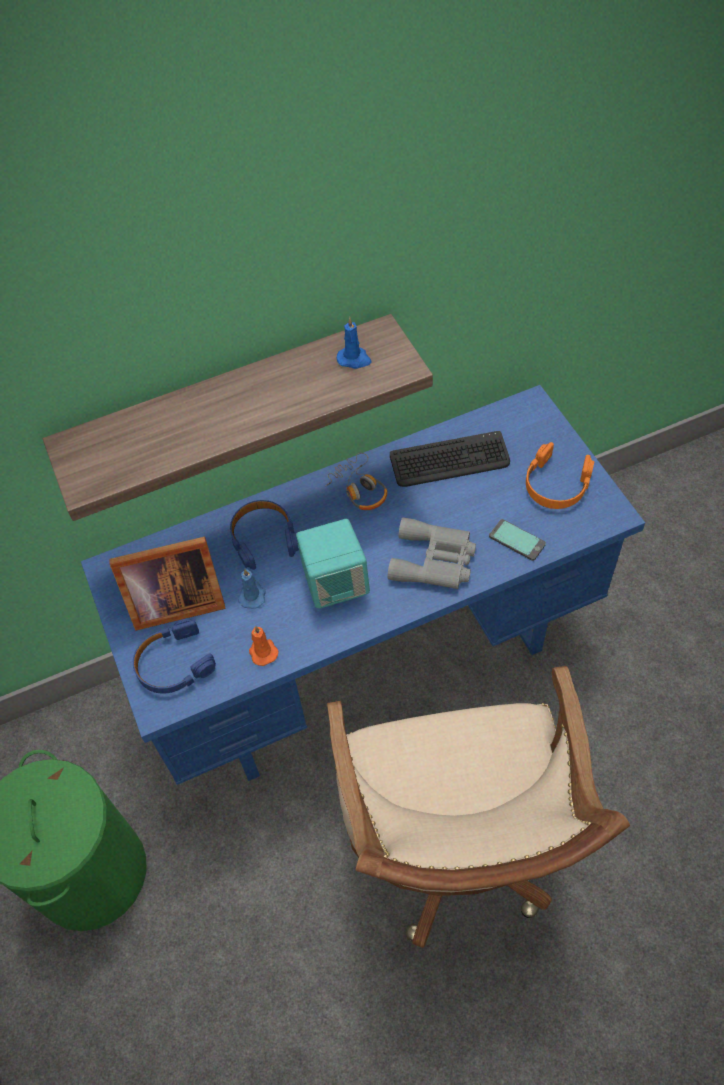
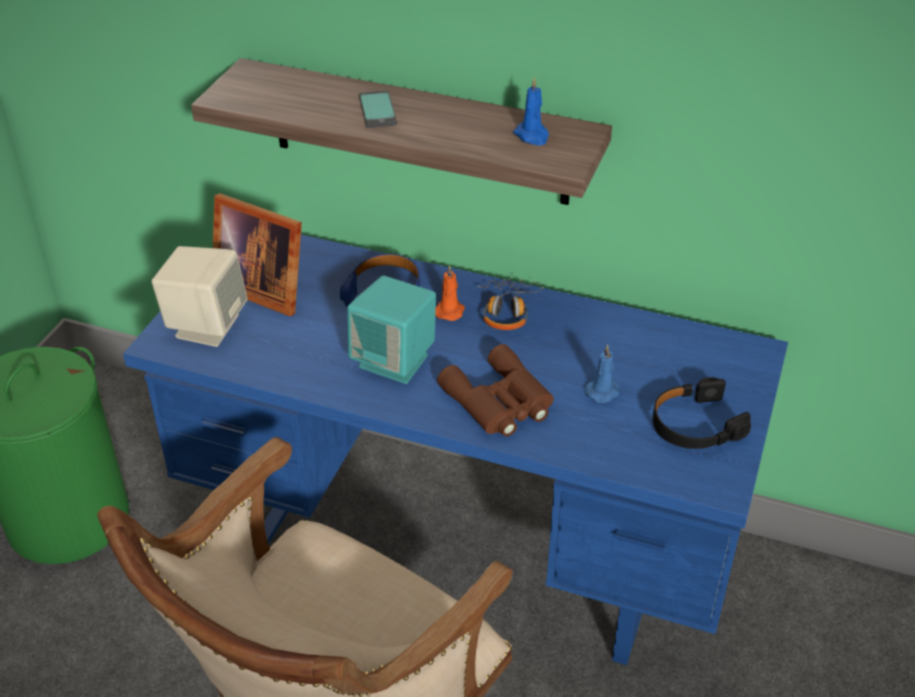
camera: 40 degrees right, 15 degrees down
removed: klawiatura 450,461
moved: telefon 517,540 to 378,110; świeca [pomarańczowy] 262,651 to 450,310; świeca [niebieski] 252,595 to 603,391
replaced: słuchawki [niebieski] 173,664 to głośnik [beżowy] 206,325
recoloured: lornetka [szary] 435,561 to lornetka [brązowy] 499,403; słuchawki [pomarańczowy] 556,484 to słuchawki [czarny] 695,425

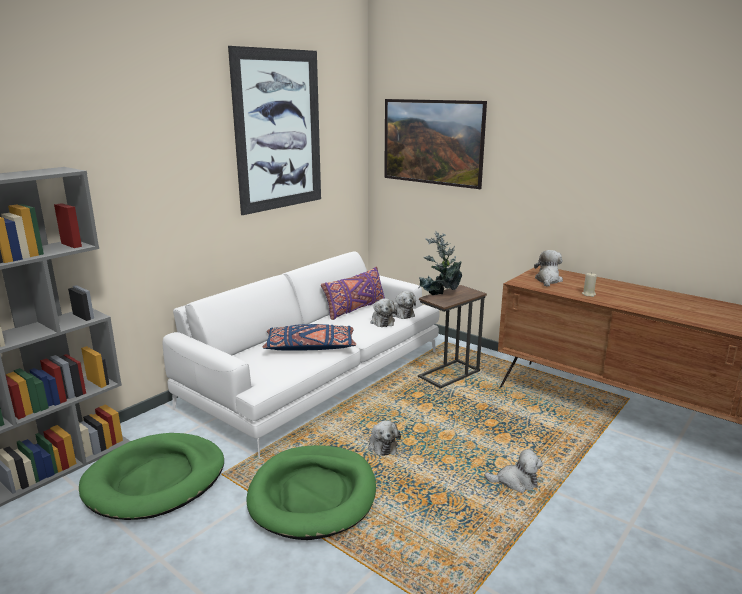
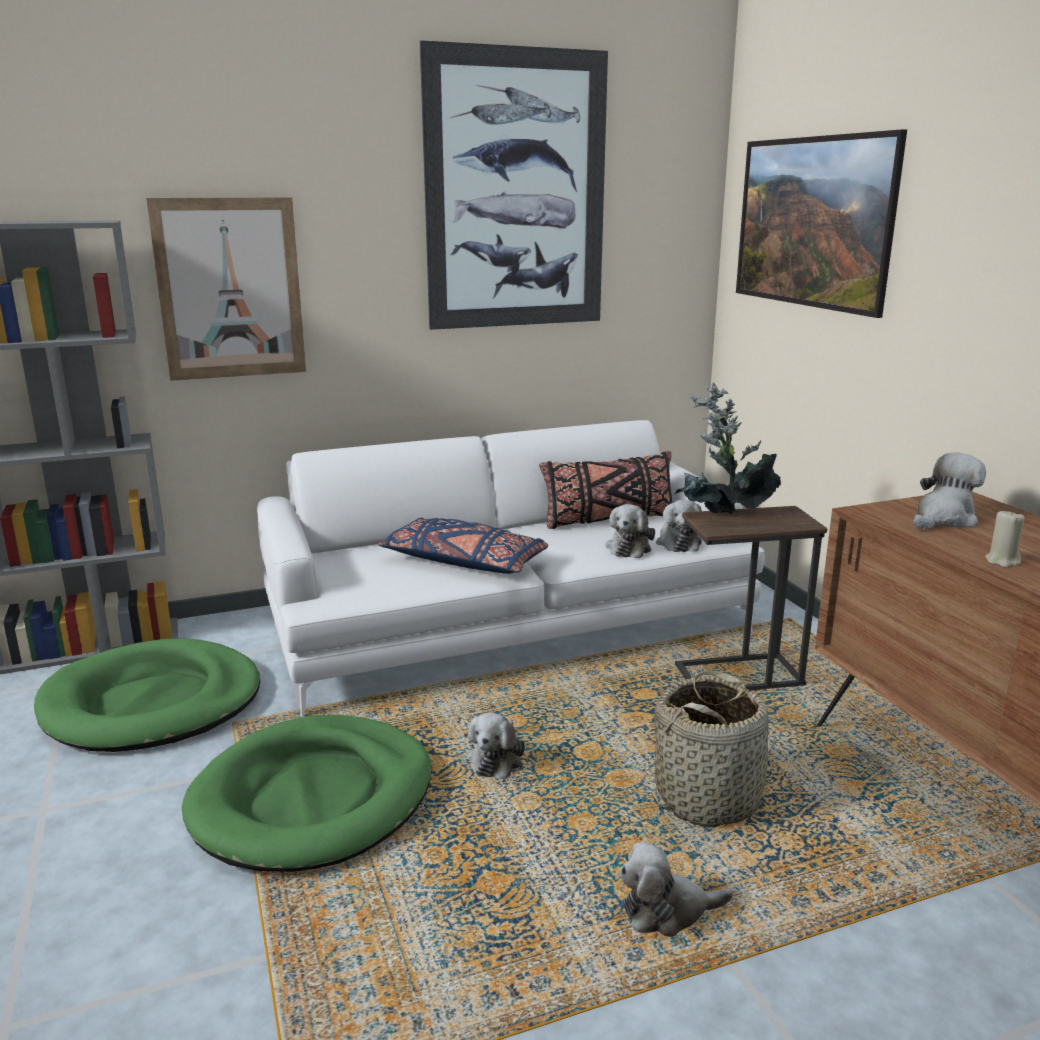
camera: 30 degrees right, 0 degrees up
added: obraz 230,289; koszyk 708,797
recoloured: poduszka [fioletowy] 355,309 to poduszka [czarny] 608,520
turned: pluszak 515,482 = 667,911 135 degrees clockwise

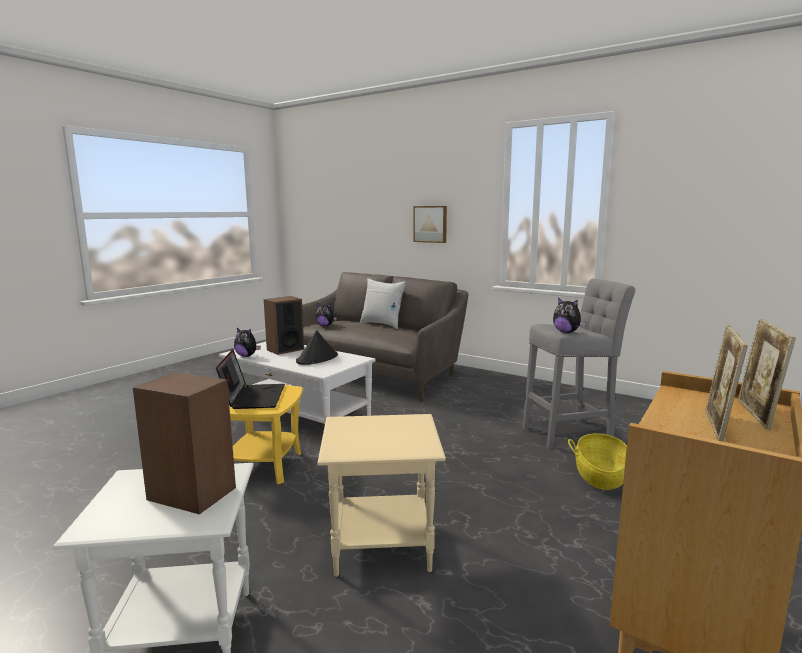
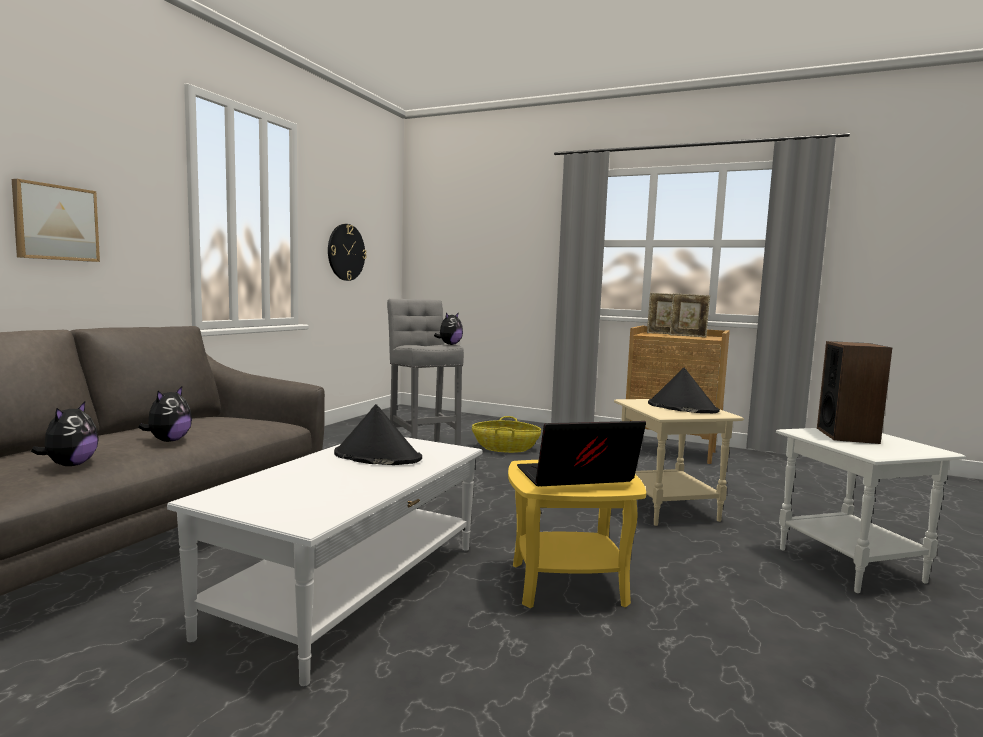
camera: 100 degrees left, 5 degrees down
removed: głośnik 285,349; poduszka [szary] 382,325
added: zegar ścienny 346,252; kapelusz [czarny] 681,408
moved: pluszak 247,356 to 168,440

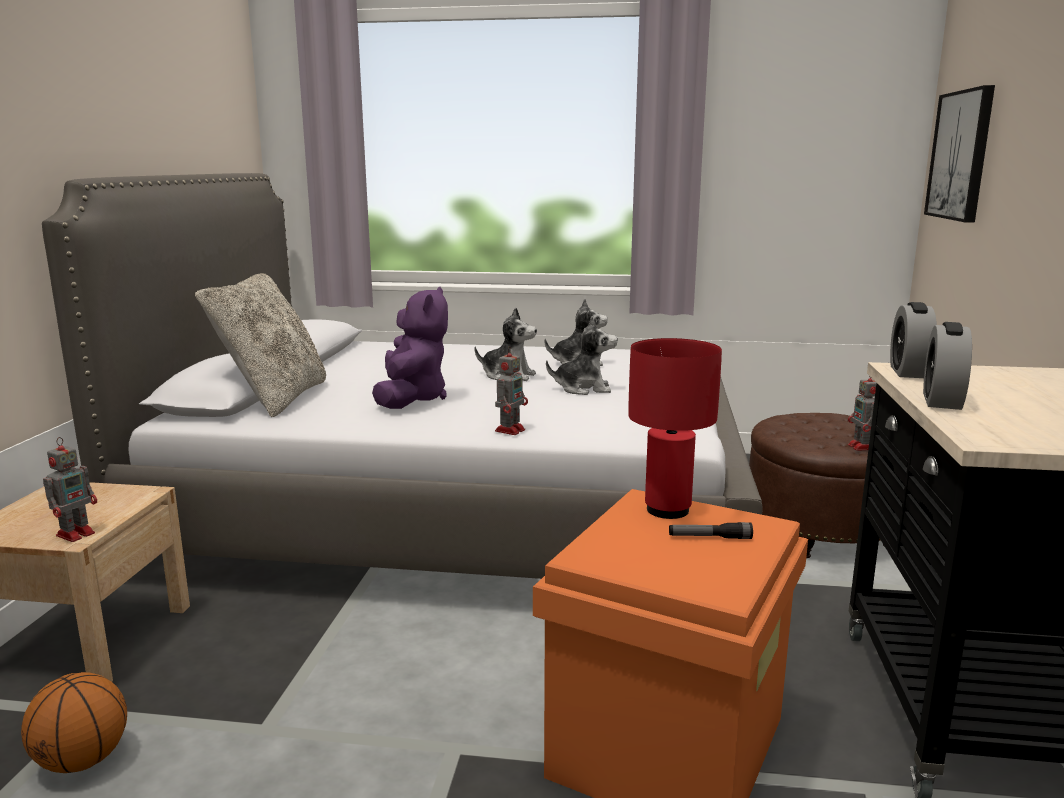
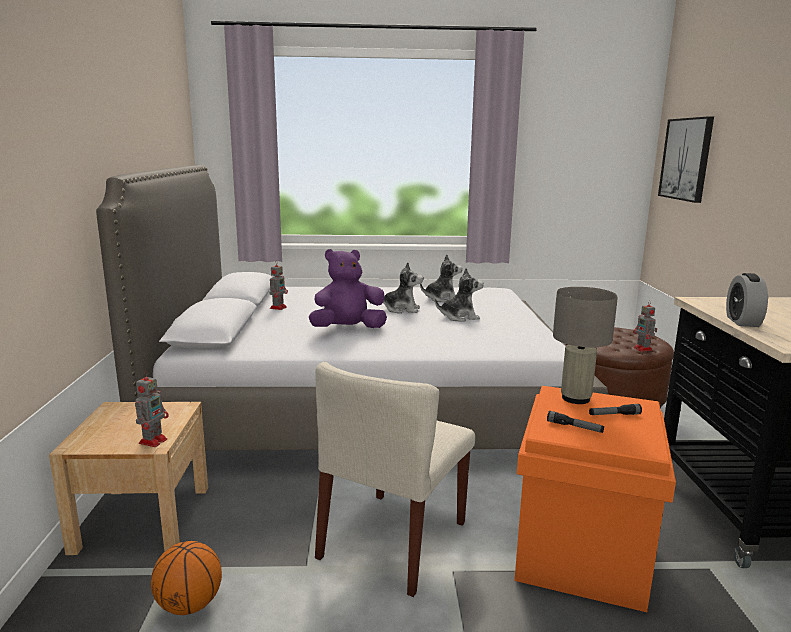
camera: 10 degrees left, 0 degrees up
removed: poduszka [beżowy] 274,397; budzik 908,372
added: krzesło [beżowy] 393,540; latarka 574,427
moved: robot zabawkowy 510,430 to 278,307
recoloured: lampa stołowa [czerwony] 666,510 to lampa stołowa [szary] 574,398
turned: pluszak [fioletowy] 411,399 = 348,329 105 degrees counterclockwise

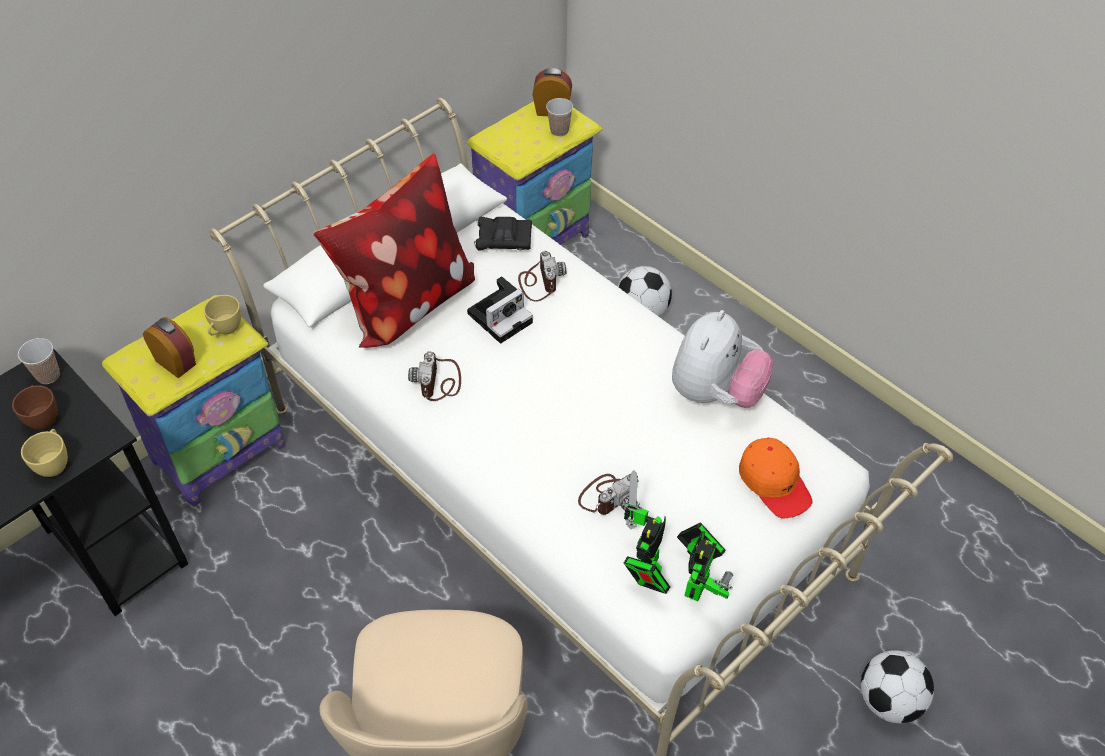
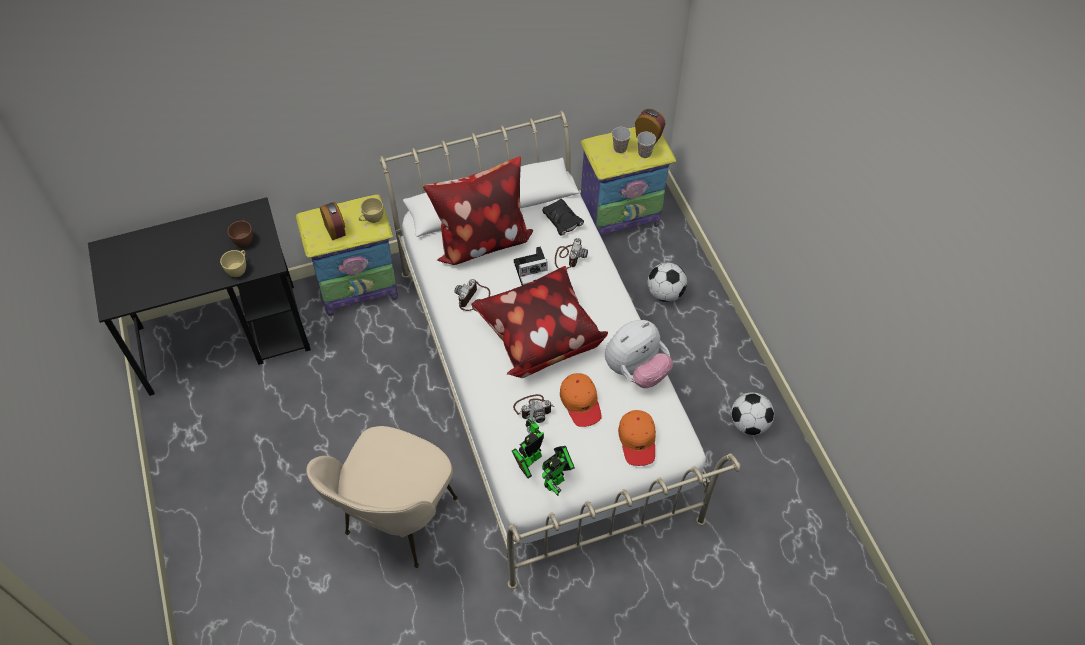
camera: 25 degrees right, 5 degrees up
added: poduszka 538,337; czapka z daszkiem [pomarańczowy] 581,402
moved: filiżanka 48,375 to 620,148; piłka futbolowa 889,701 to 749,424
turned: samochodzik [czarny] 504,242 = 562,221 150 degrees counterclockwise

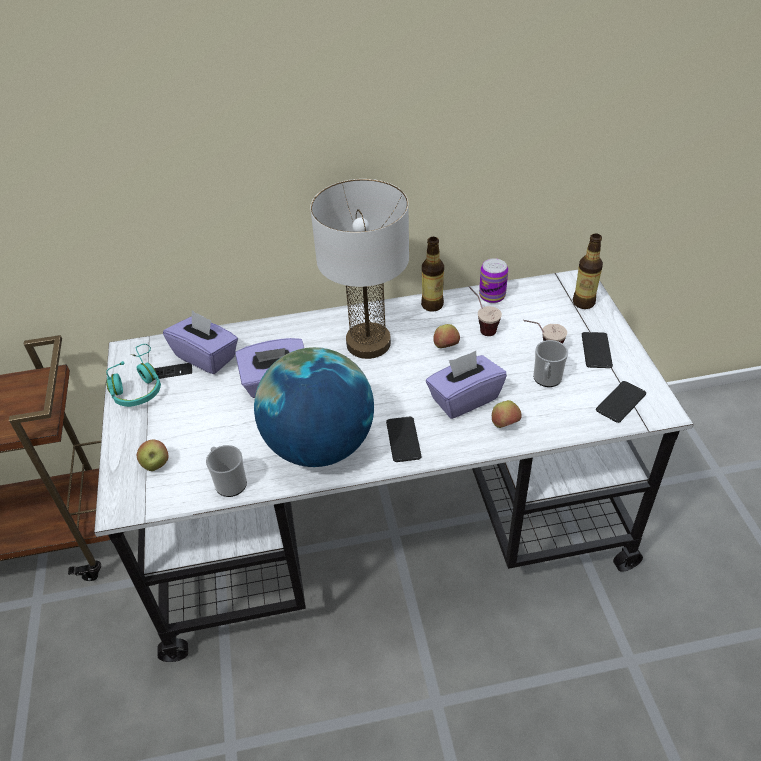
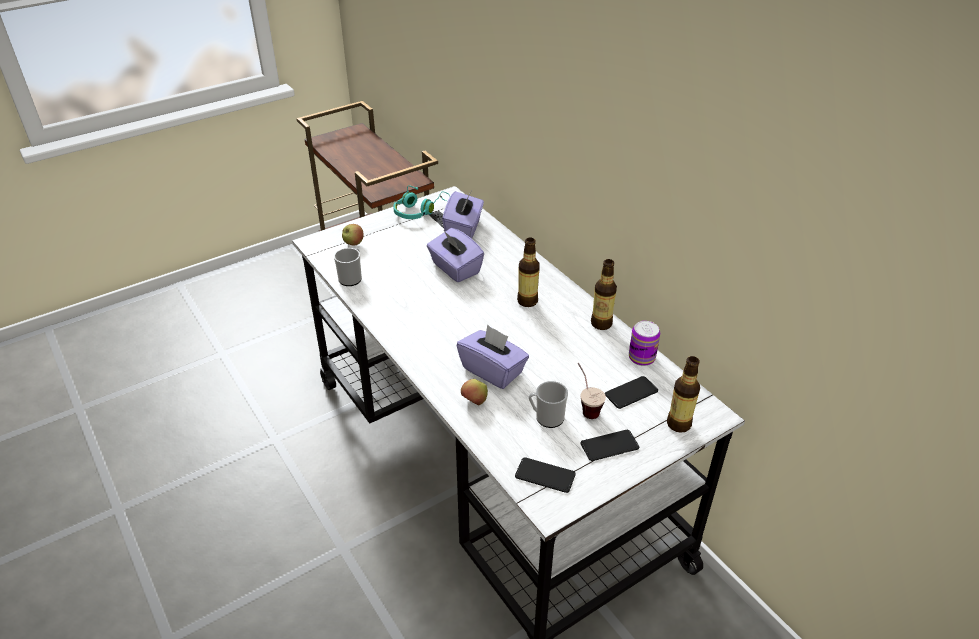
camera: 65 degrees right, 5 degrees down
removed: globus 319,445; jabłko 446,347; filiżanka 481,326
moved: telefon 403,440 to 631,393
replaced: lampa stołowa 369,343 to butelka 527,301

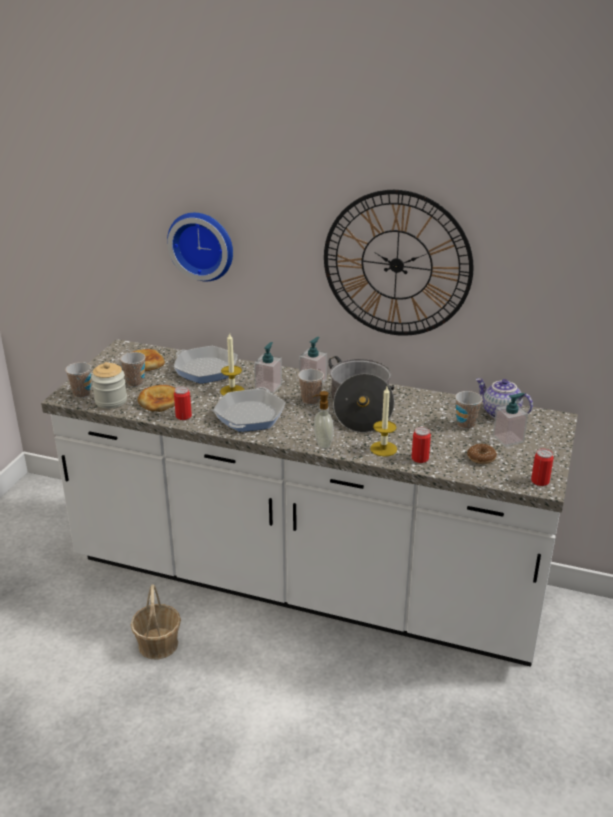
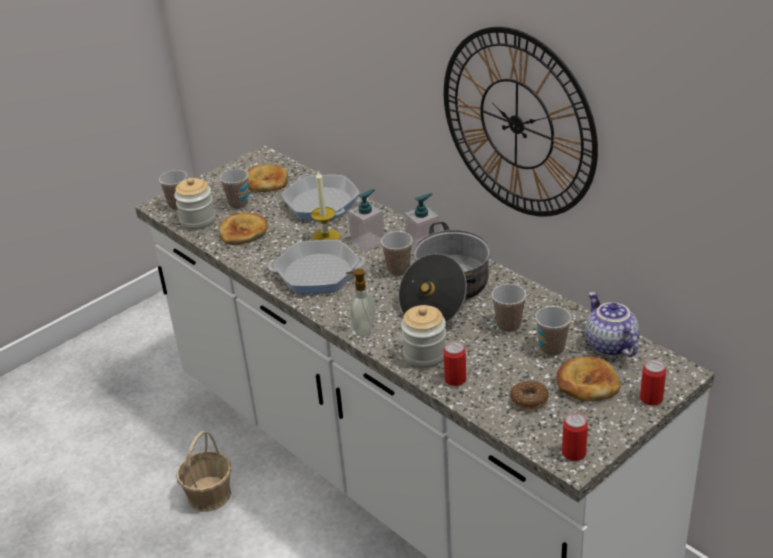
camera: 30 degrees right, 5 degrees up
removed: zegar ścienny 202,245
added: filiżanka 508,325
moved: puszka 183,416 to 651,398
replaced: świeca 383,449 to słoik 425,354; dozownik mydła 508,439 to chleb 587,383
turned: patelnia 250,416 = 317,273 135 degrees counterclockwise

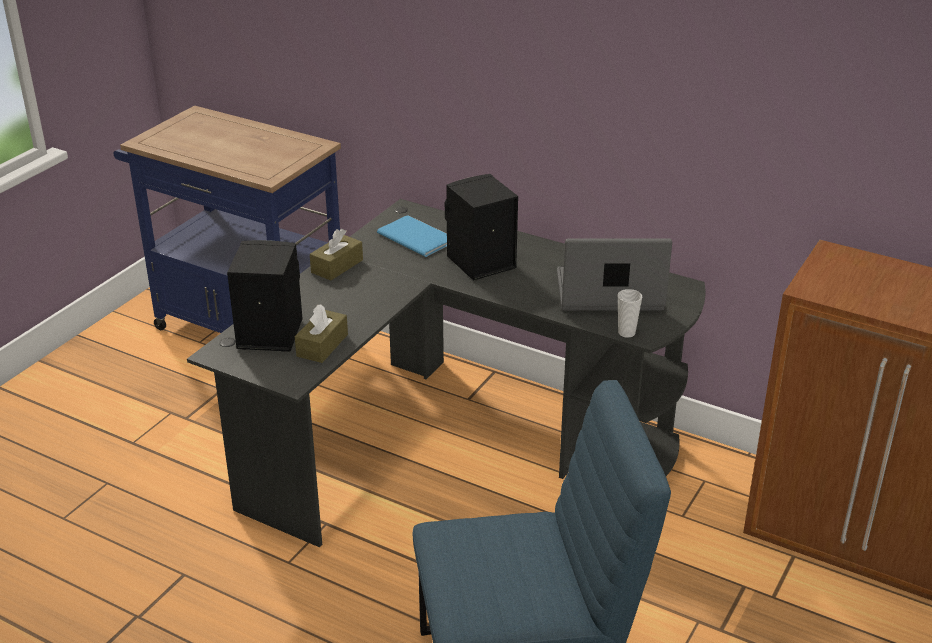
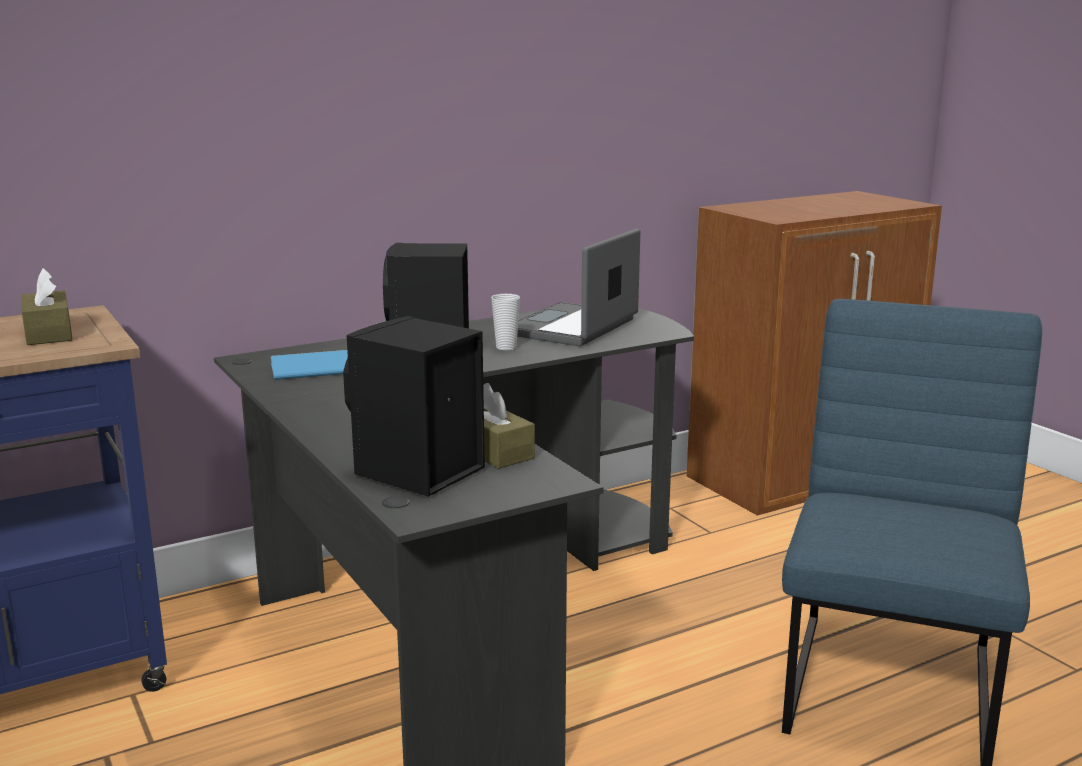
camera: 60 degrees left, 15 degrees down
moved: pudełko chusteczek [brązowy] 337,266 to 49,333; filiżanka 626,333 to 506,347

